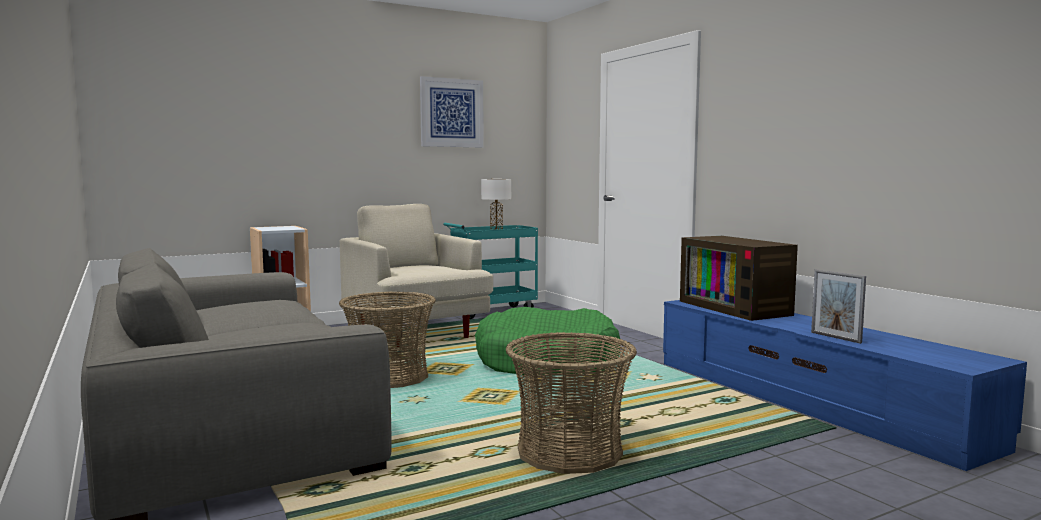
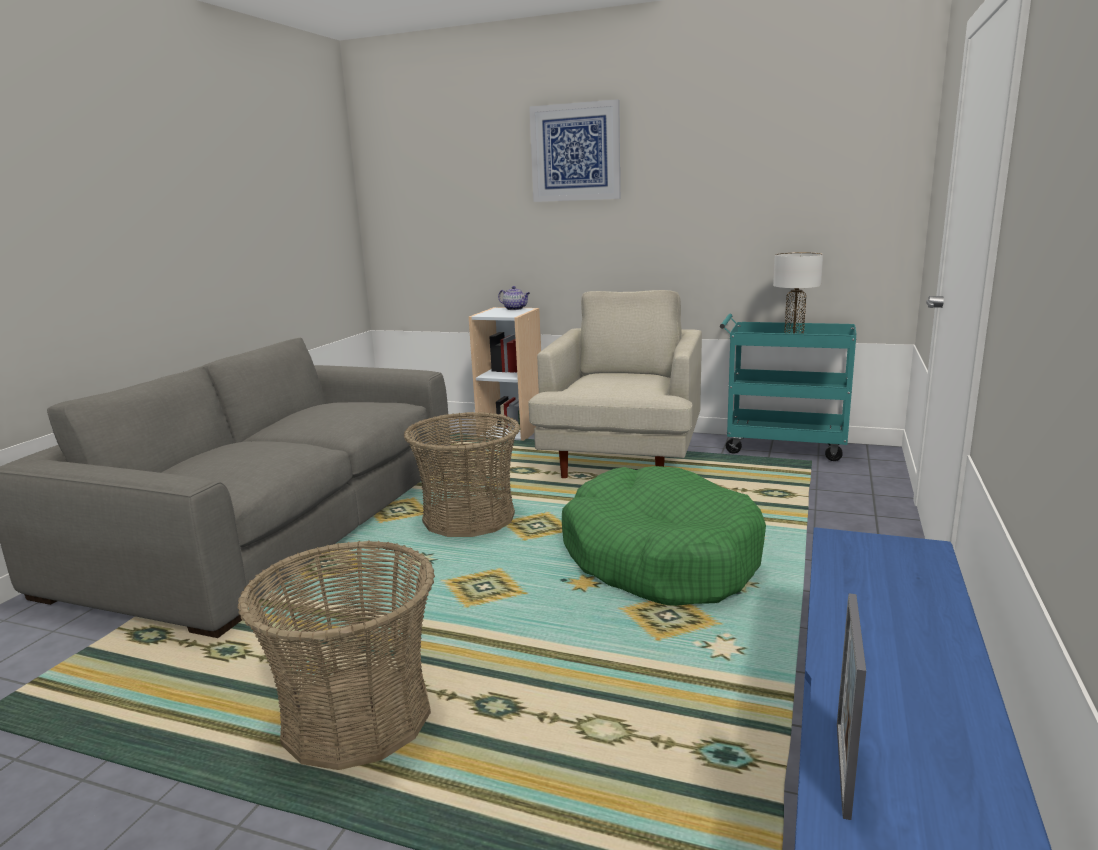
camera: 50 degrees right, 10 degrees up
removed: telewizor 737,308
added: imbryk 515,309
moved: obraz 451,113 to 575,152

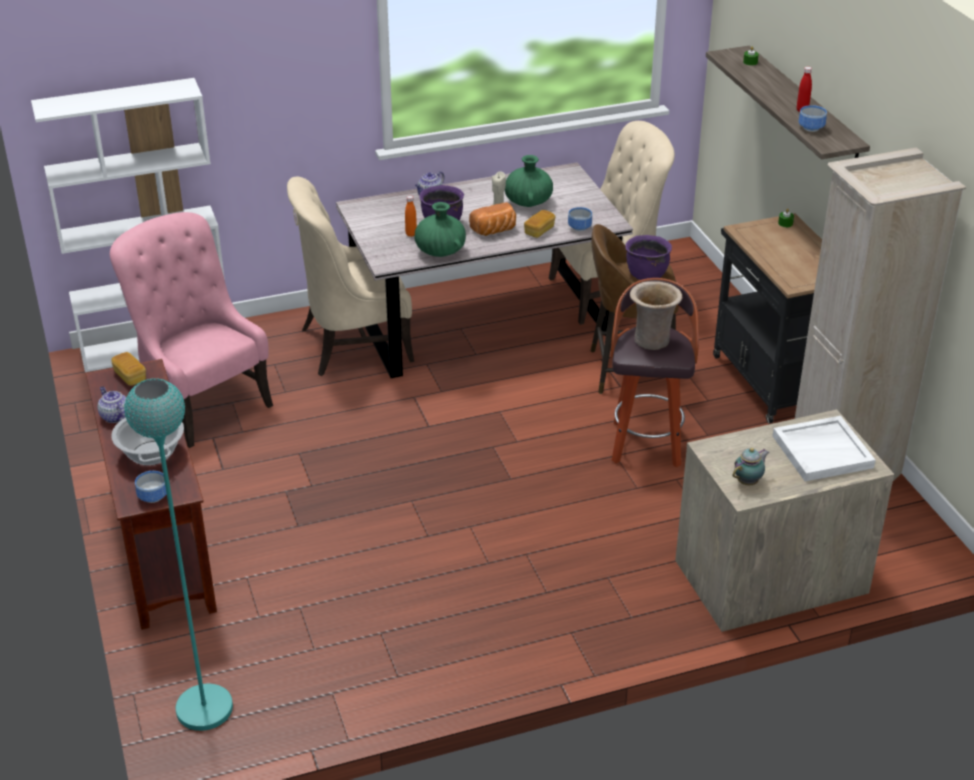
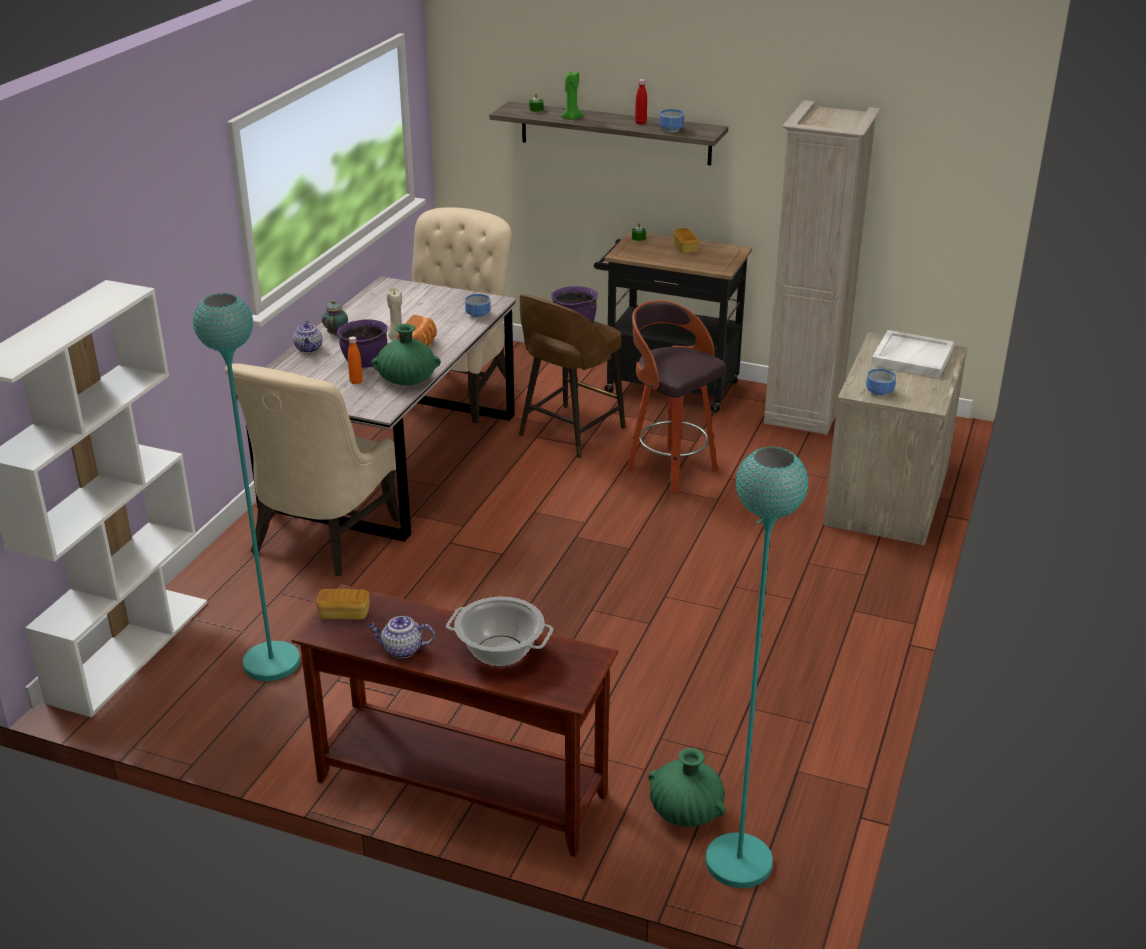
camera: 50 degrees left, 5 degrees down
removed: wazon [beżowy] 651,340
added: świeca [zielony] 571,118
moved: imbryk 748,482 to 336,333; wazon [zielony] 528,202 to 686,811; chleb 539,231 to 685,248; miska 154,497 to 880,392
replaced: krzesło [różowy] 201,403 to lampa stojąca [turkusowy] 271,663

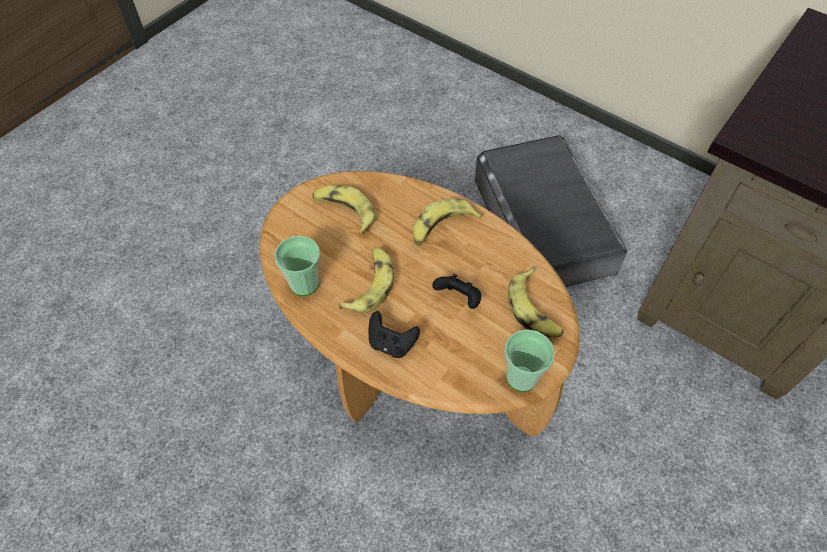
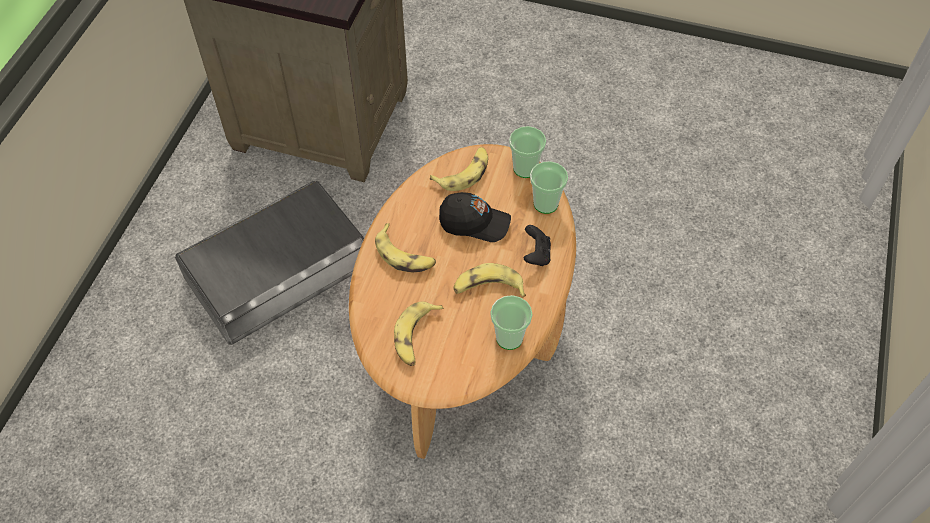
camera: 110 degrees left, 0 degrees up
added: filiżanka 545,204
replaced: pad do gier [czarny] 458,298 to czapka z daszkiem [czarny] 474,223

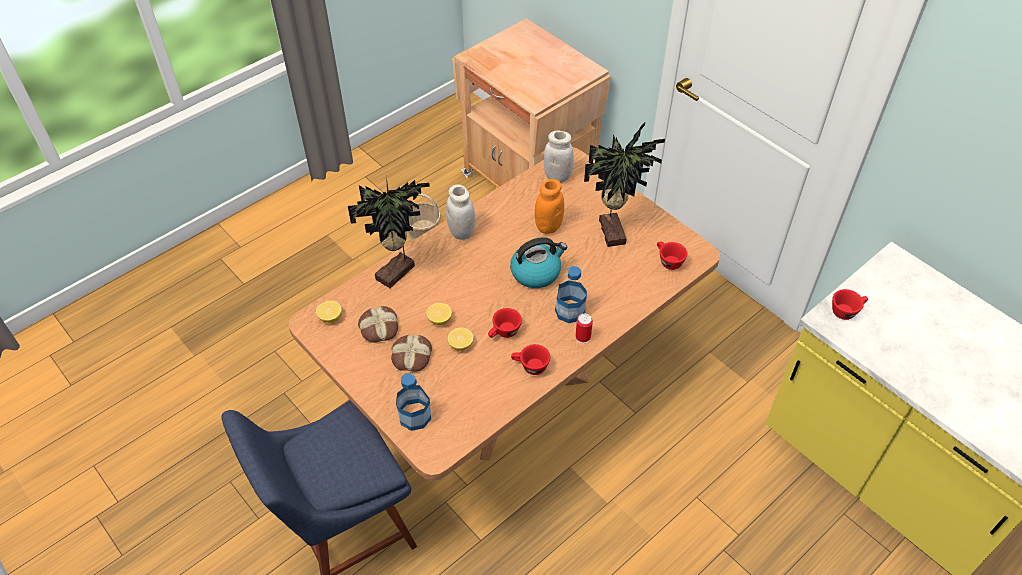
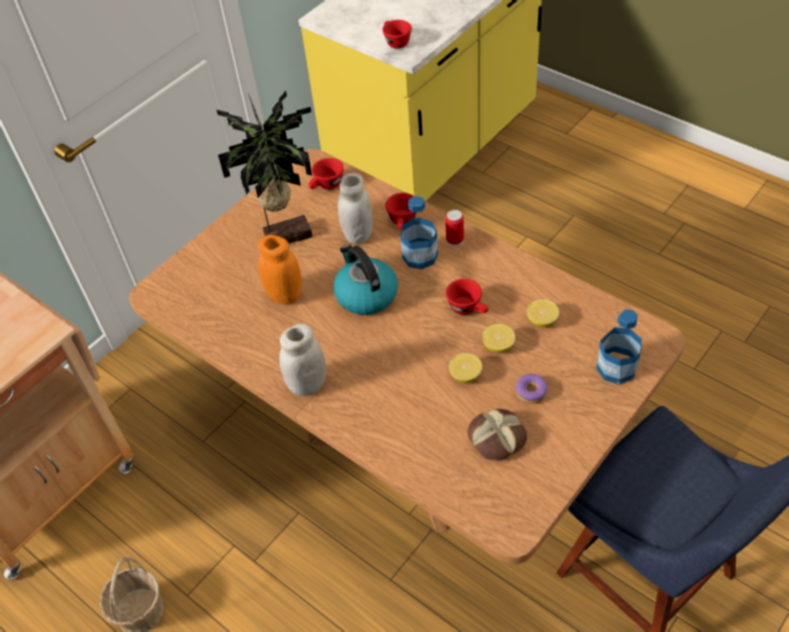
camera: 95 degrees left, 0 degrees up
removed: roślina doniczkowa 398,273
moved: słoik [biały] 557,176 to 358,234; filiżanka [czerwony] 530,367 to 403,222; cytryna 330,317 to 542,321
replaced: chleb 411,356 to donut 531,392

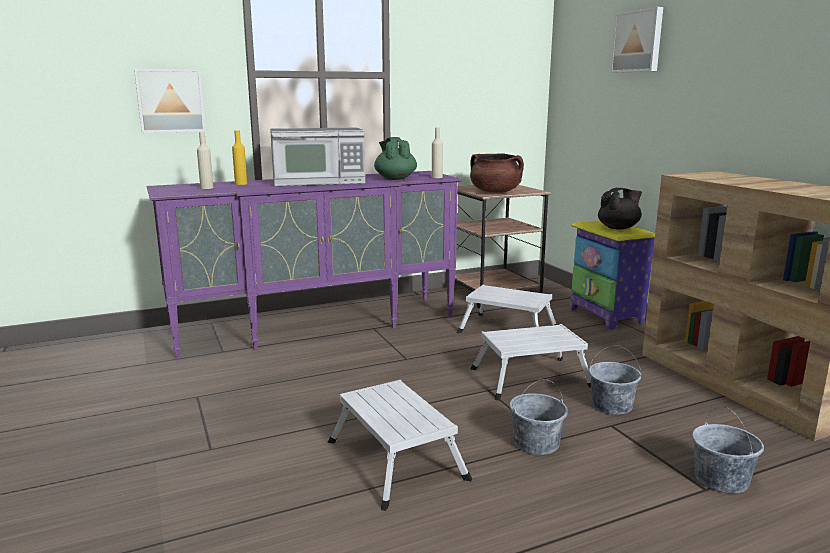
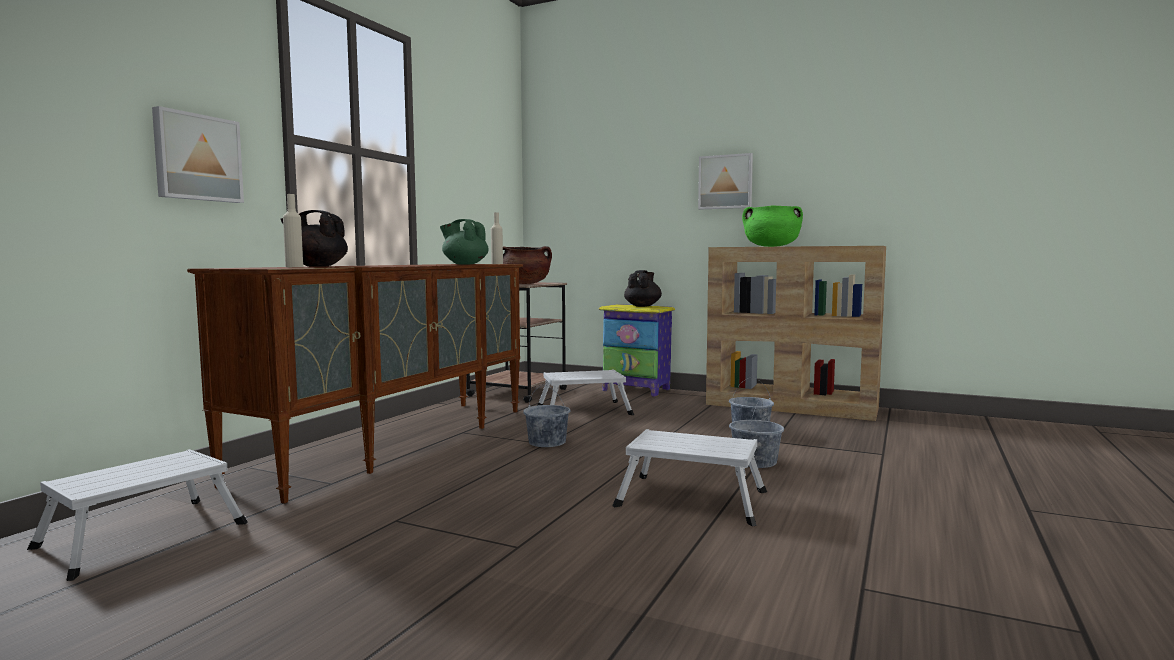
camera: 40 degrees left, 10 degrees down
removed: mikrofalówka 319,181
added: garnek [zielony] 771,246
moved: drabinka [biały] 531,378 to 144,535; wiadro [szary] 721,479 to 547,442; obraz 638,41 to 725,182
replaced: butelka [żółty] 241,184 to imbryk [czarny] 317,266
recoloured: szafka [fioletowy] 317,326 to szafka [brązowy] 398,442

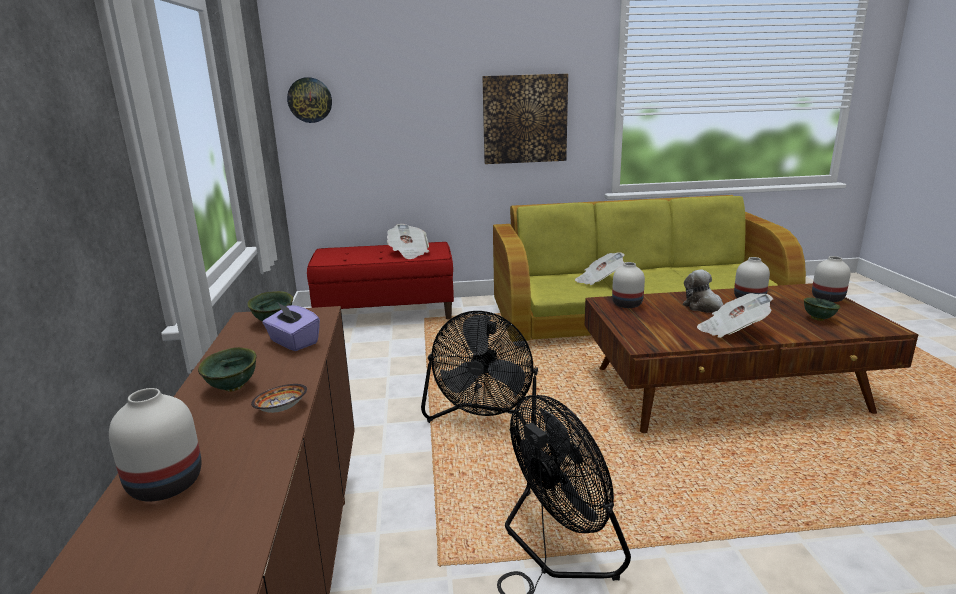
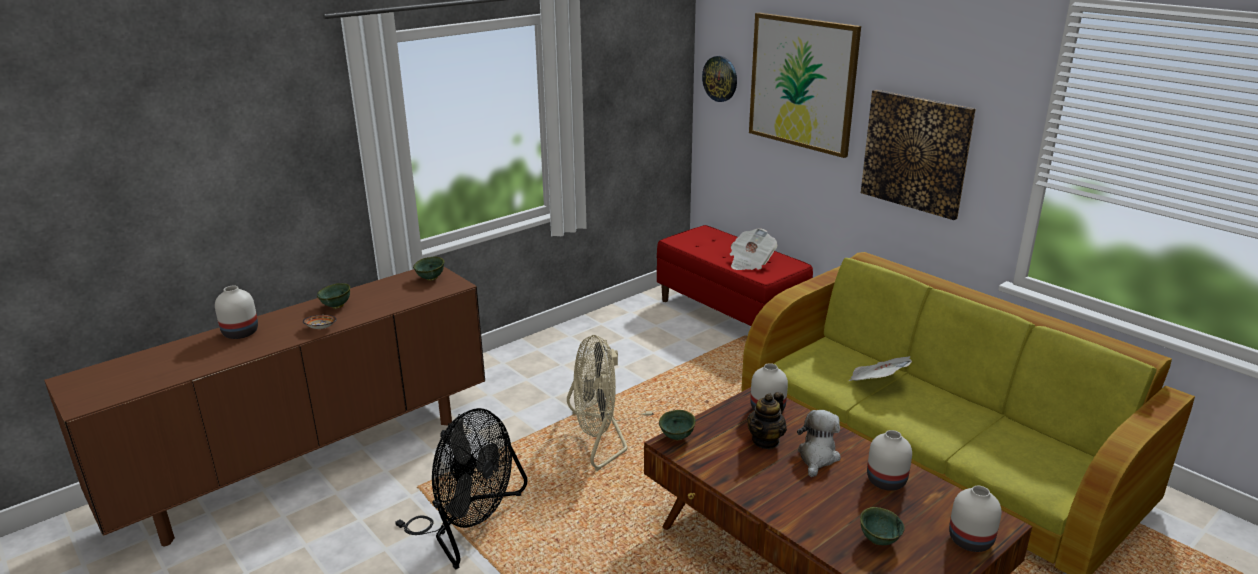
camera: 55 degrees right, 5 degrees up
removed: pudełko chusteczek [fioletowy] 293,342; gazeta 732,331
added: miska [zielony] 677,437; imbryk 766,441; obraz 802,83
recoloured: wentylator [czarny] 482,417 to wentylator [beżowy] 604,435

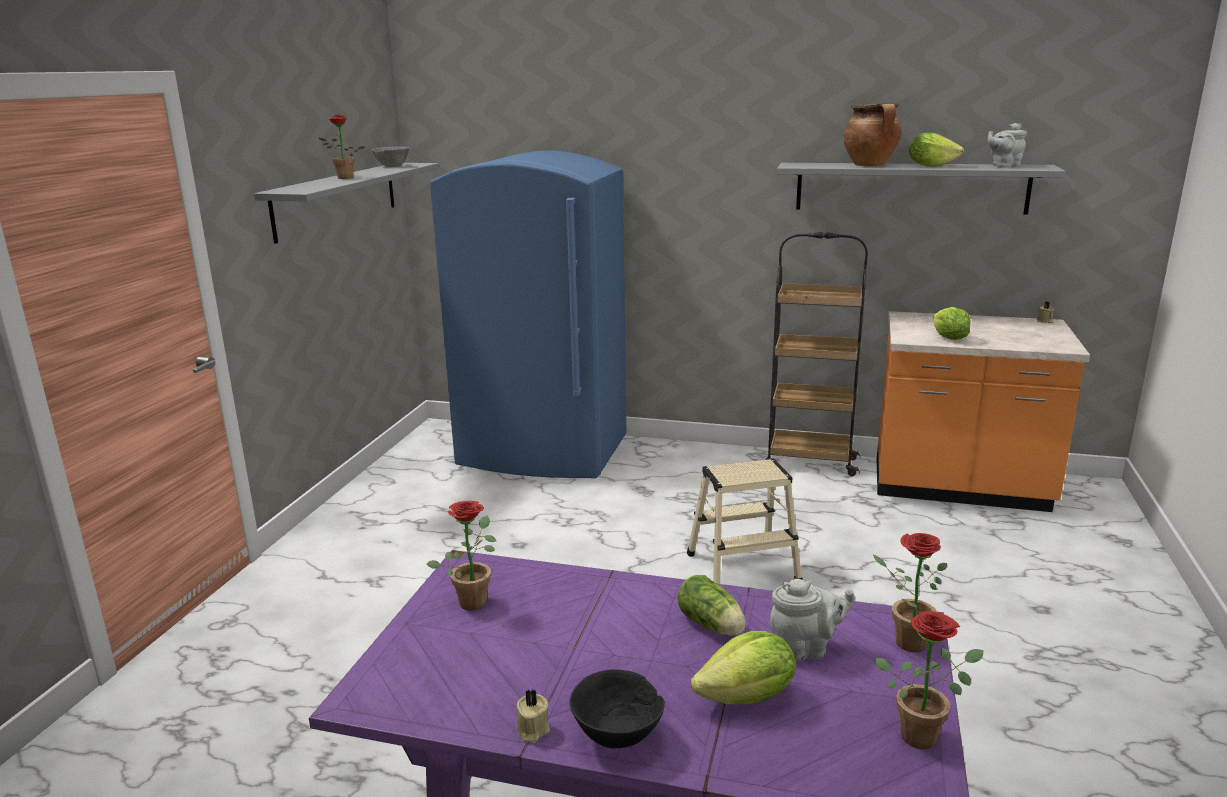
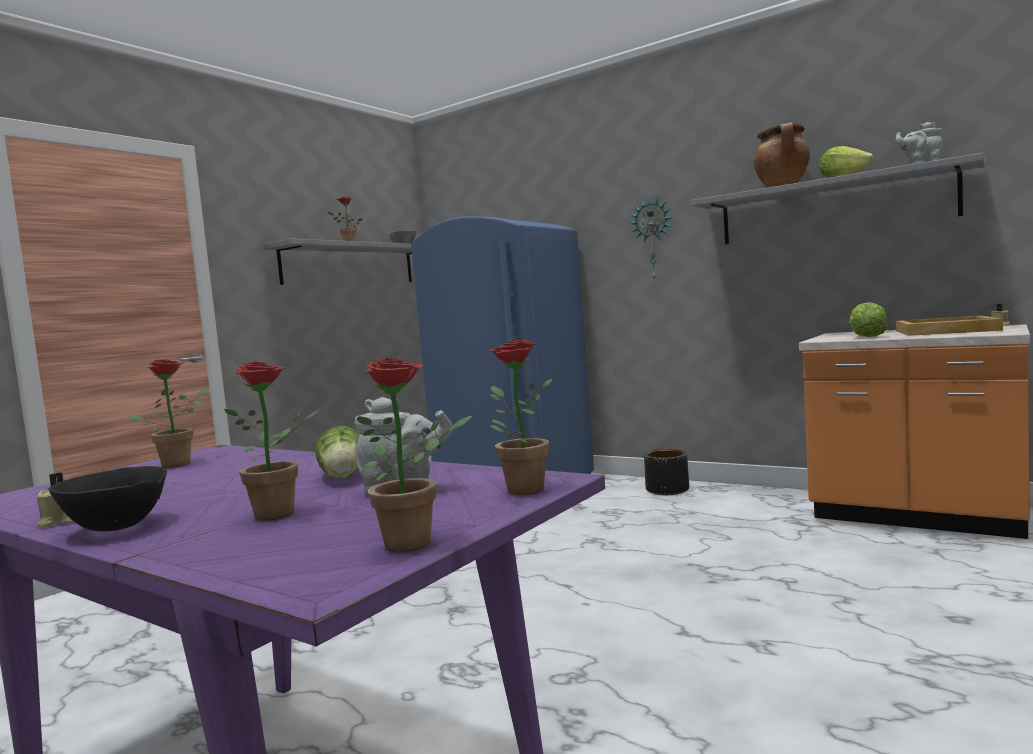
camera: 20 degrees right, 15 degrees down
removed: drabinka [beżowy] 742,569; wózek [brązowy] 810,463
added: zegar ścienny 653,239; donica [czarny] 667,490; taca [beżowy] 946,330
replaced: sałata 747,698 to roślina doniczkowa 283,514

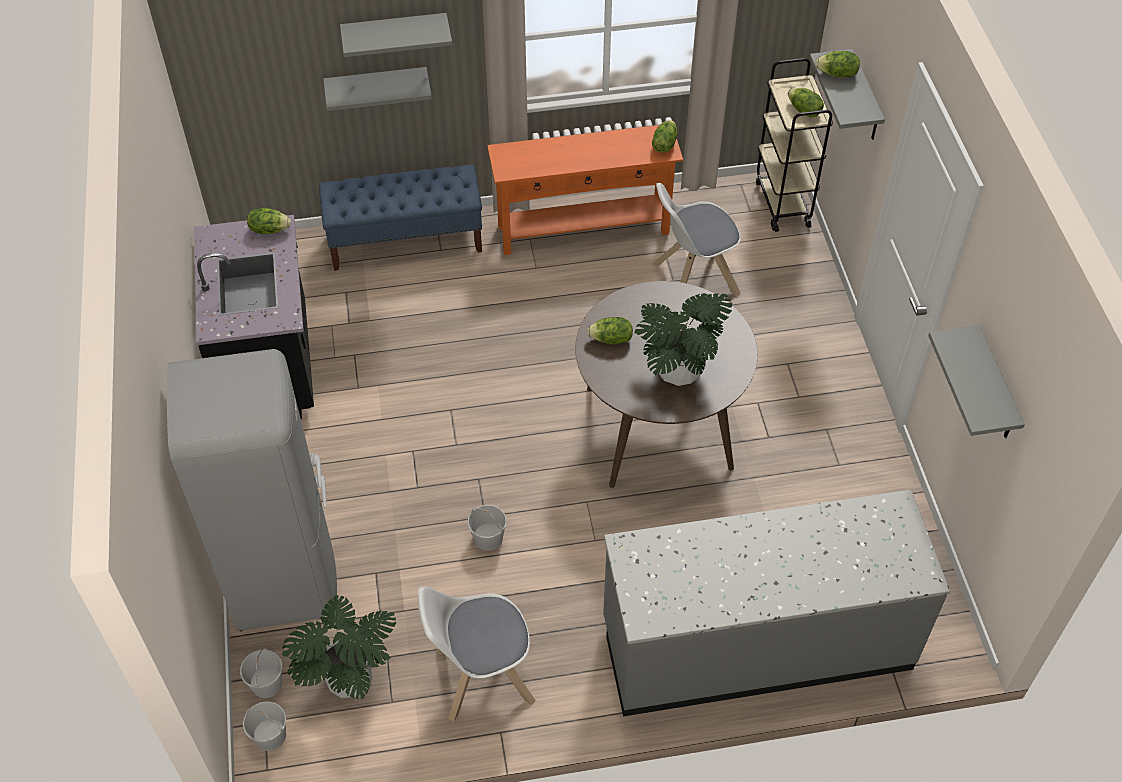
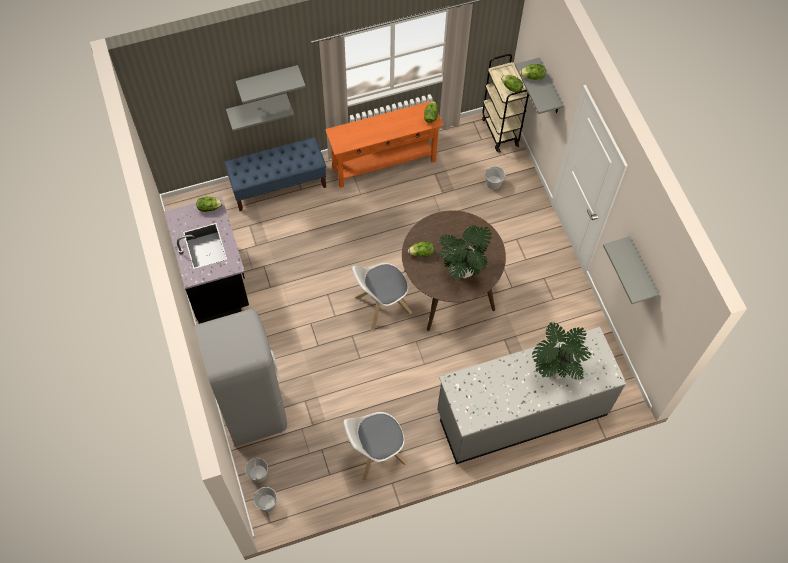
camera: 10 degrees left, 10 degrees up
moved: krzesło 692,279 to 381,305; wiadro [biały] 488,538 to 494,183; roślina doniczkowa 350,678 to 556,367

